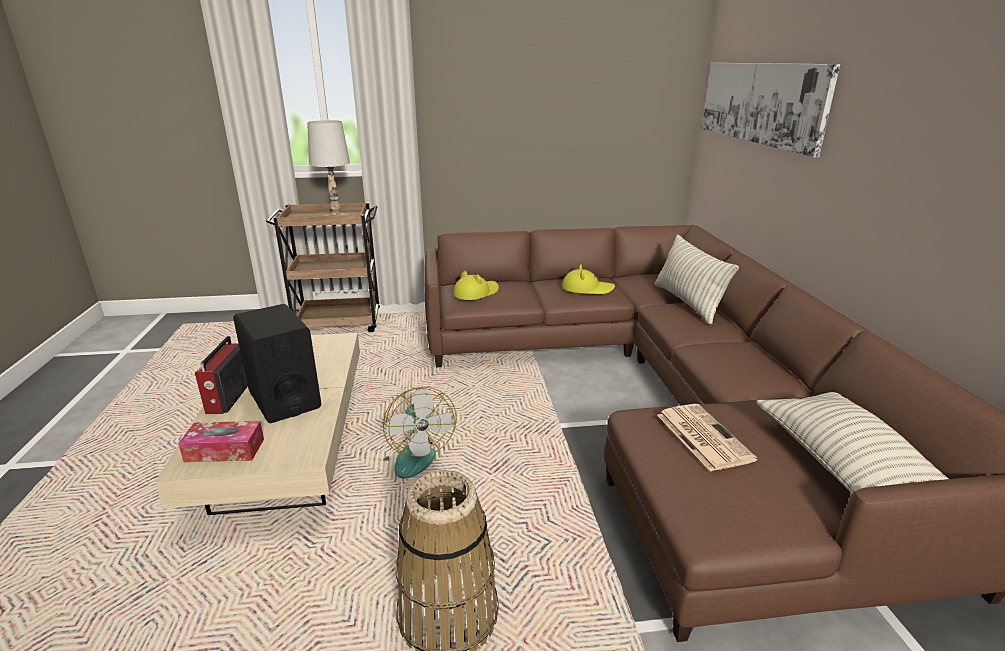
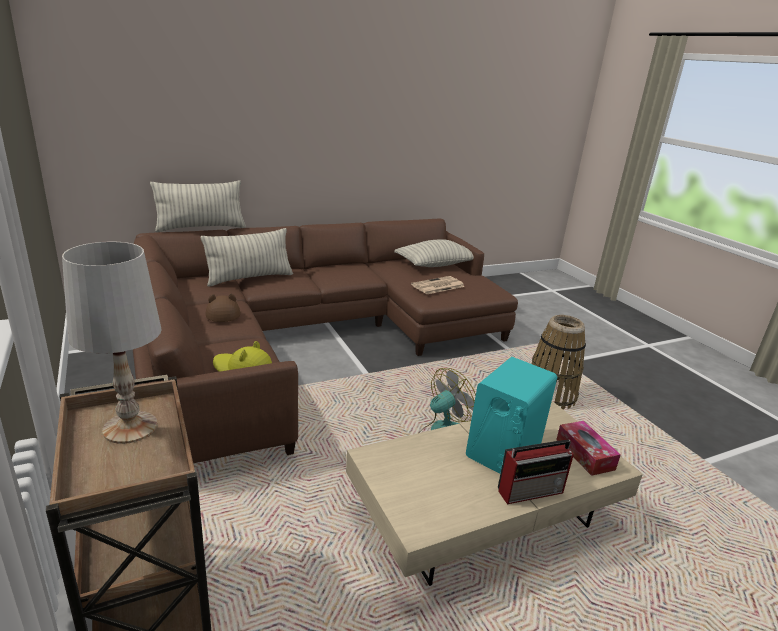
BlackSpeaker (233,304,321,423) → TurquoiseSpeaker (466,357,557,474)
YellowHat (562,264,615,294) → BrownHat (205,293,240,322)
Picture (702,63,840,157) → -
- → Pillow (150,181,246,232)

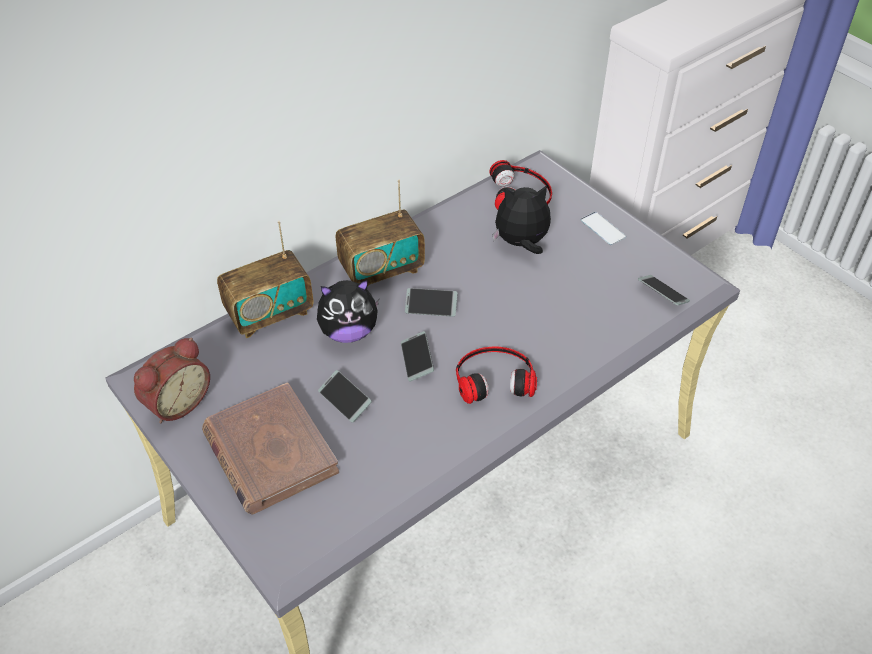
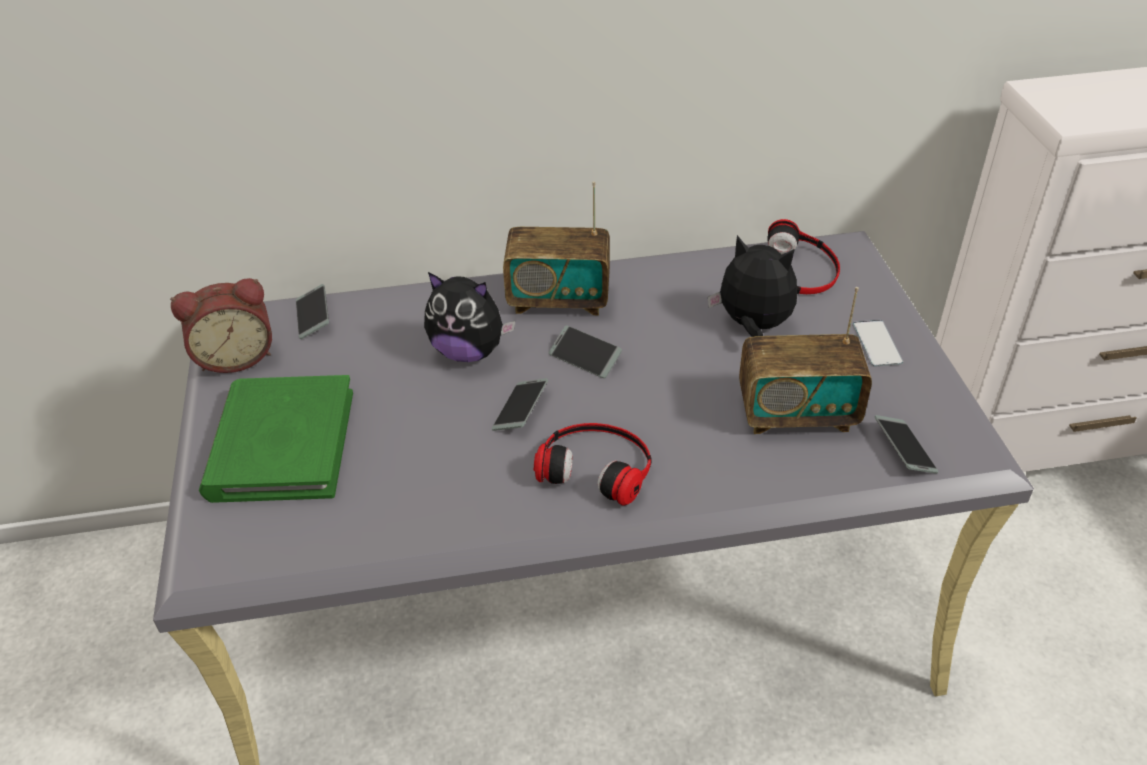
BrownBook (202,383,339,514) → GreenBook (199,375,353,503)
Radio (217,221,313,338) → Radio (739,287,872,434), moved
Phone (318,370,372,423) → Phone (296,284,329,339), moved

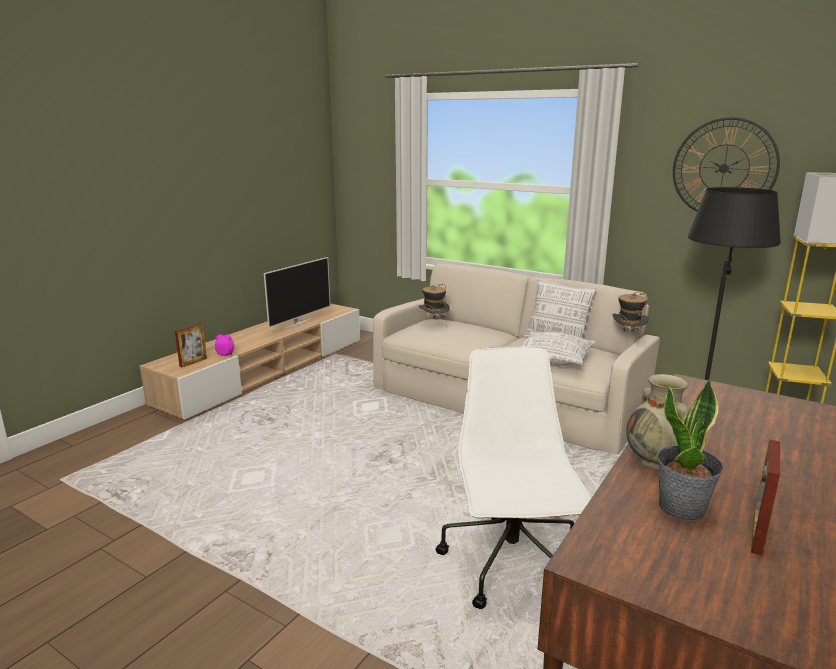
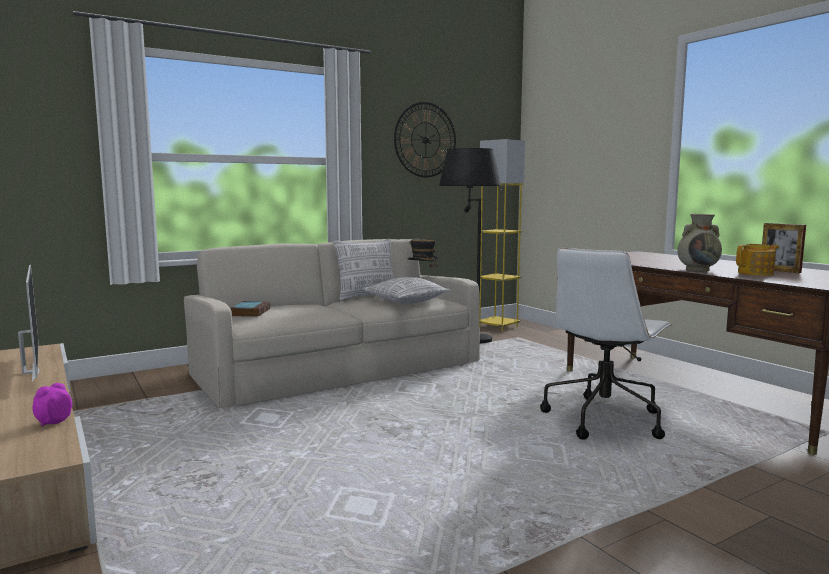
PictureFrame (175,324,207,367) → -
Hat (419,284,450,321) → Book (231,301,270,317)
WhiteOfficeChair (436,347,591,609) → WhiteOfficeChair (540,248,672,440), 75 degrees counterclockwise
PottedPlant (657,379,724,521) → Teapot (736,244,779,276)

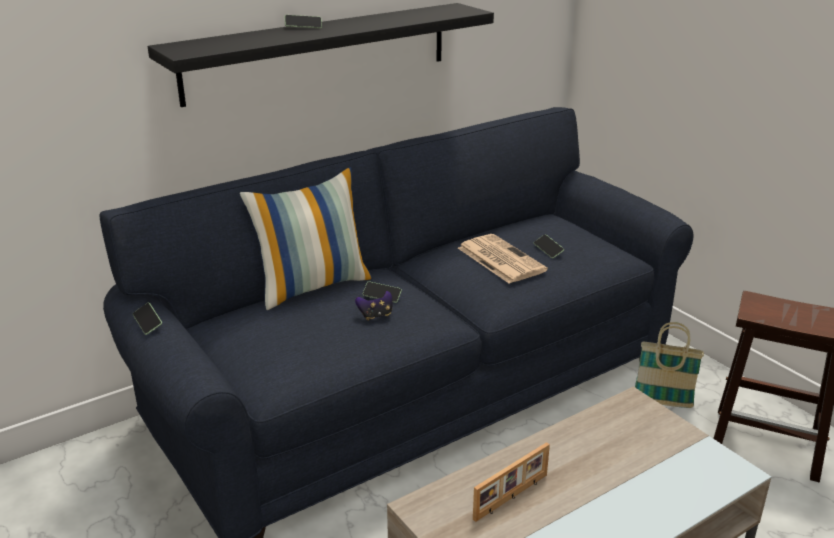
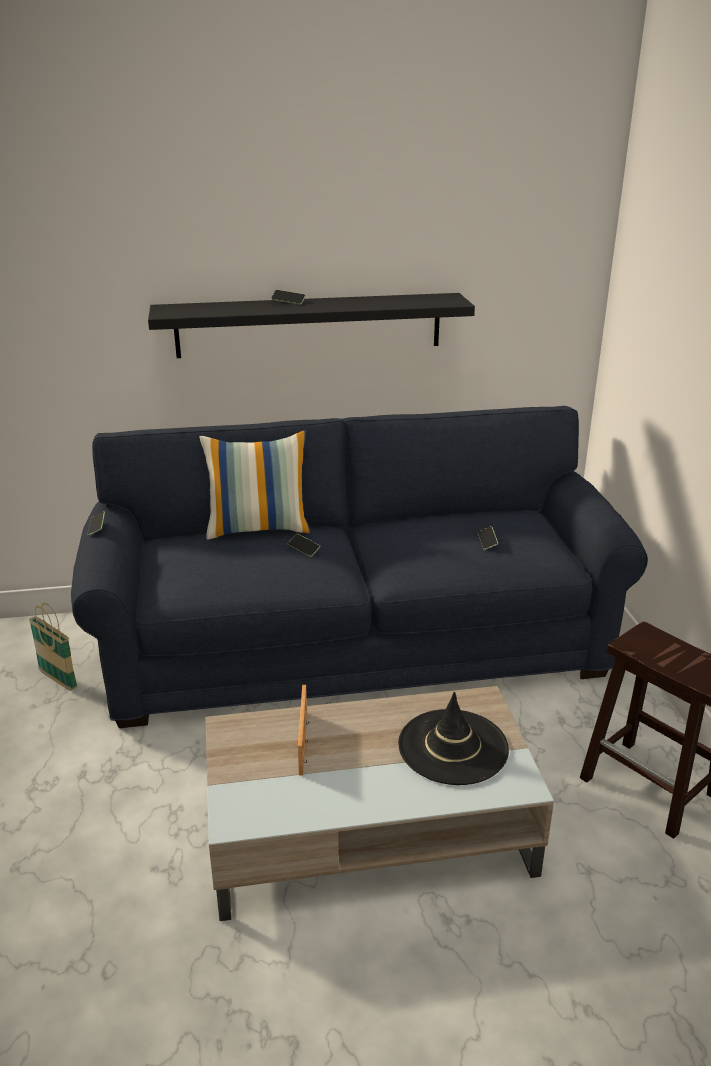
GameController (355,291,393,321) → -
Newspaper (458,234,548,284) → -
PictureFrame (473,442,550,522) → PictureFrame (298,685,308,776), 75 degrees counterclockwise
Basket (635,322,704,408) → Basket (29,603,78,691), moved
- → BlackHat (398,692,509,785)

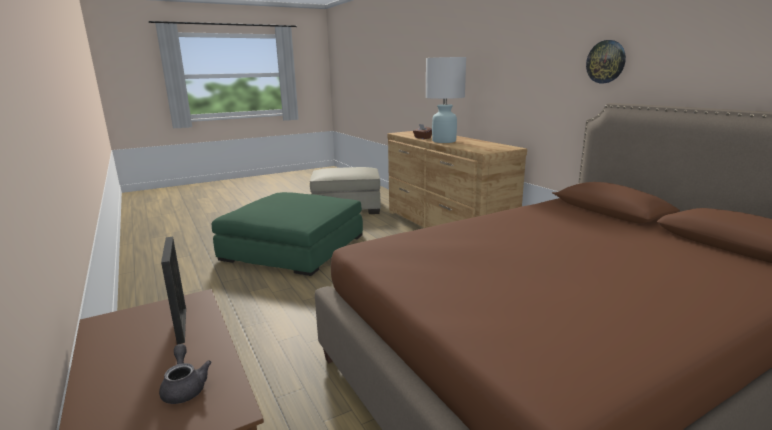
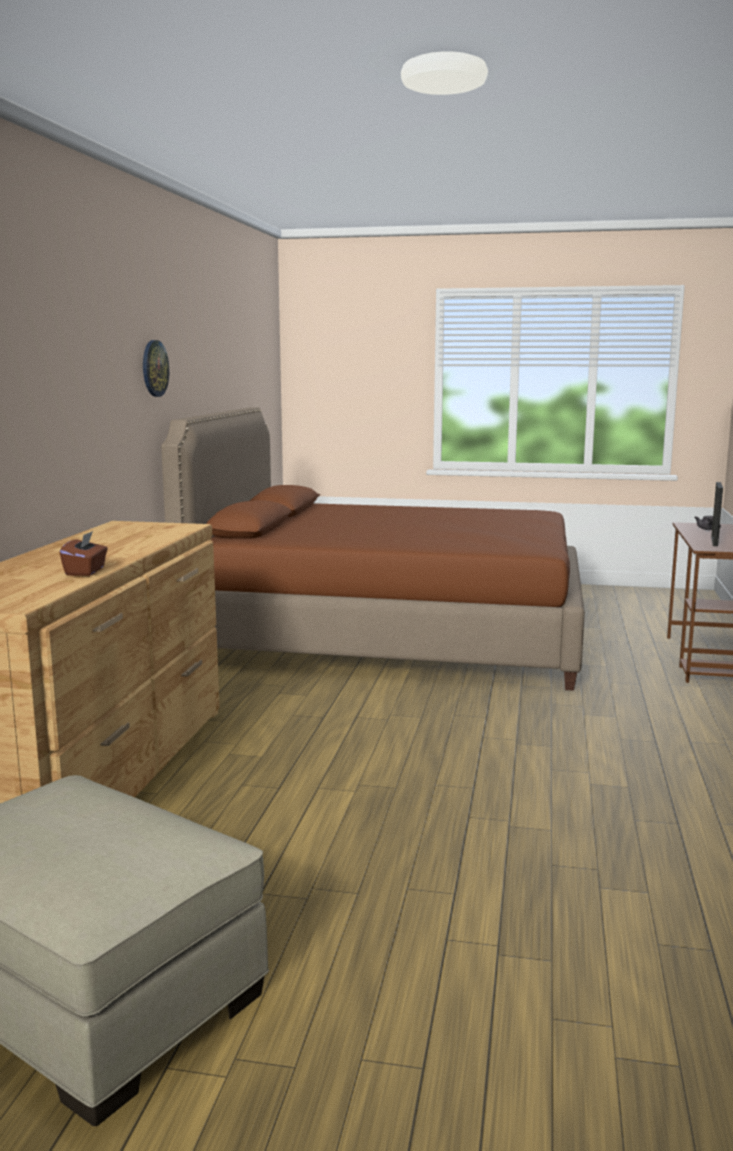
GreenOttoman (212,192,363,276) → -
WhiteTableLamp (426,57,466,143) → -

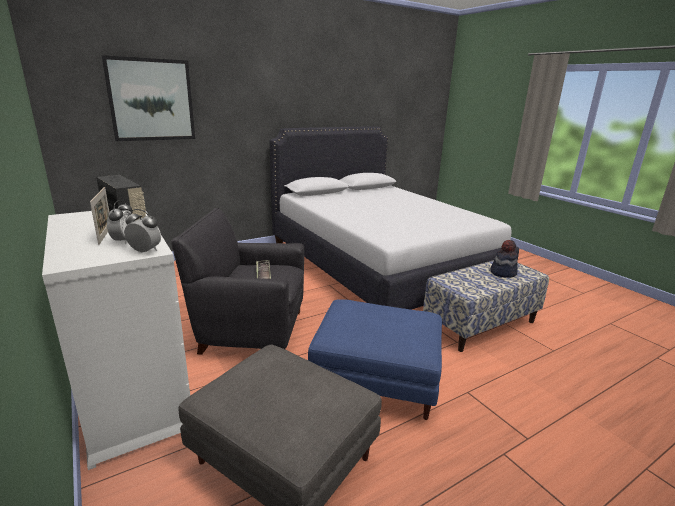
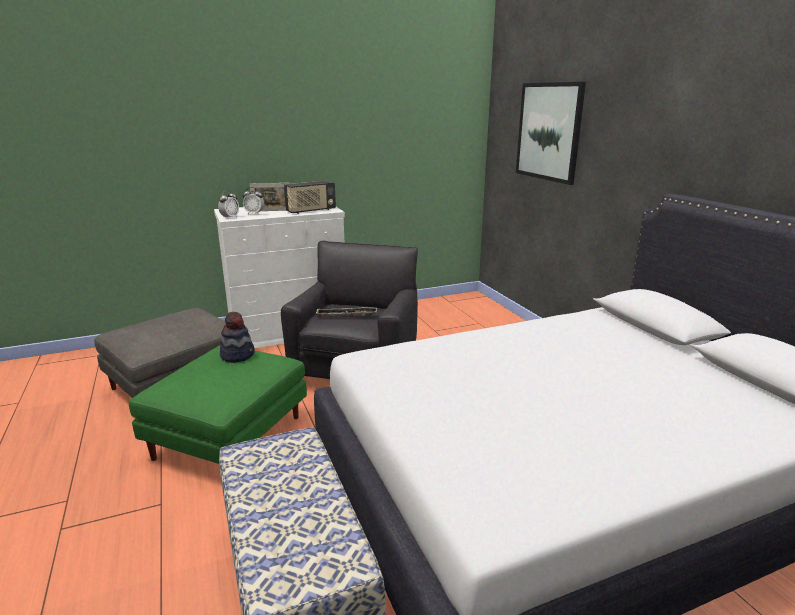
BlueOttoman (308,299,442,420) → GreenOttoman (129,345,307,464)
Hat (490,240,518,278) → Hat (220,311,255,363), moved

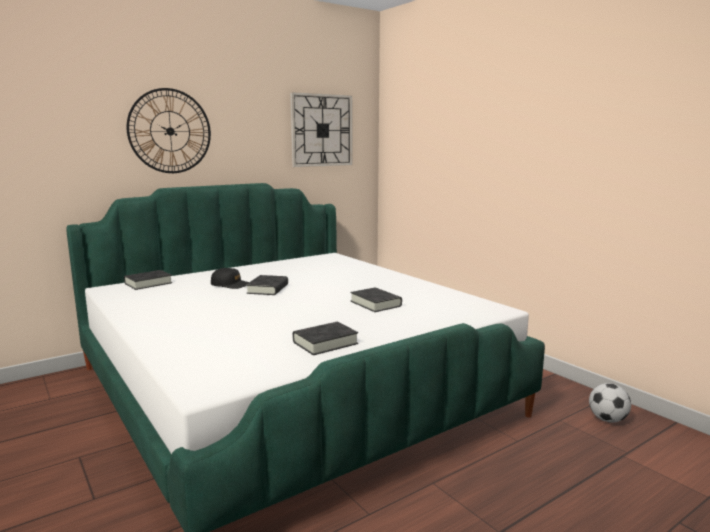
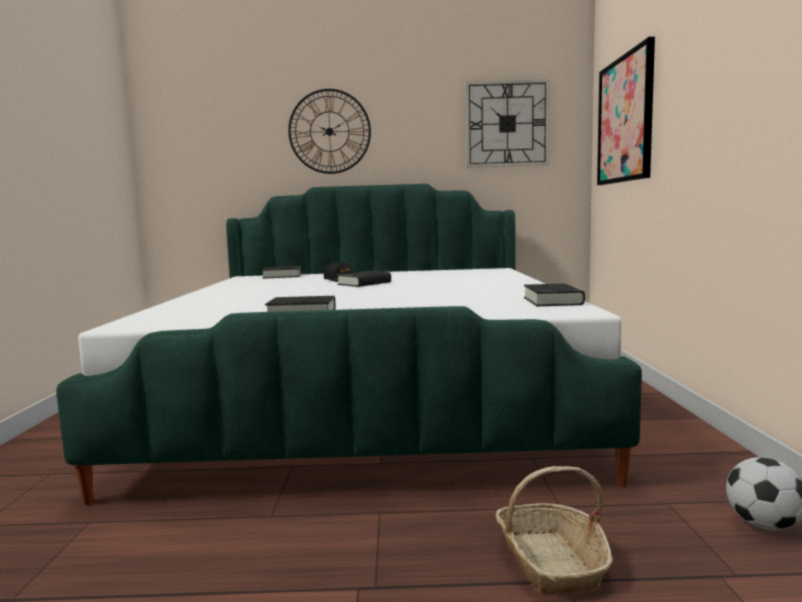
BlackBook (350,287,402,312) → BlackBook (524,284,585,306), moved
- → Basket (496,466,613,594)
- → Picture (597,37,655,185)

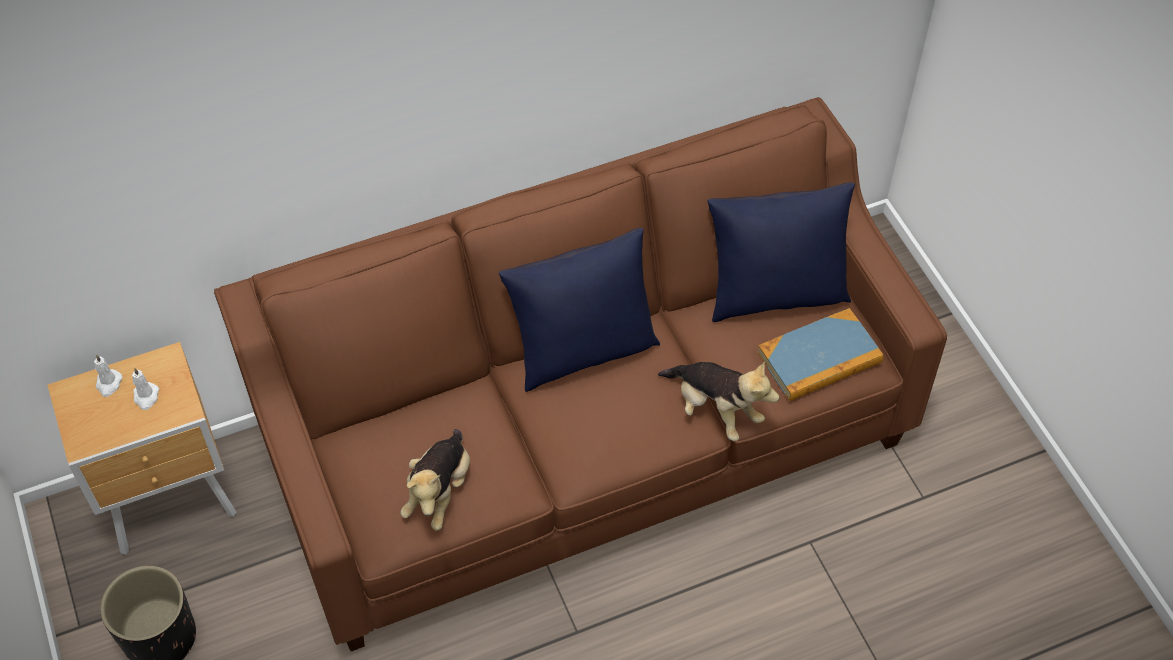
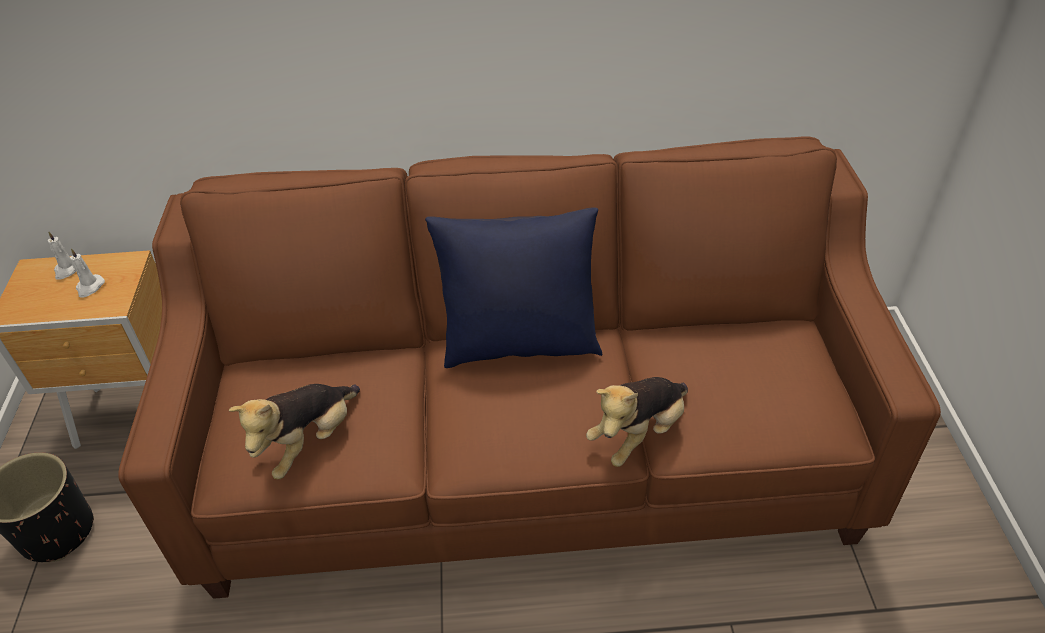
PlushToy (658,362,780,441) → PlushToy (586,377,688,467), 75 degrees clockwise
BluePillow (707,182,855,322) → -
Book (757,308,884,401) → -

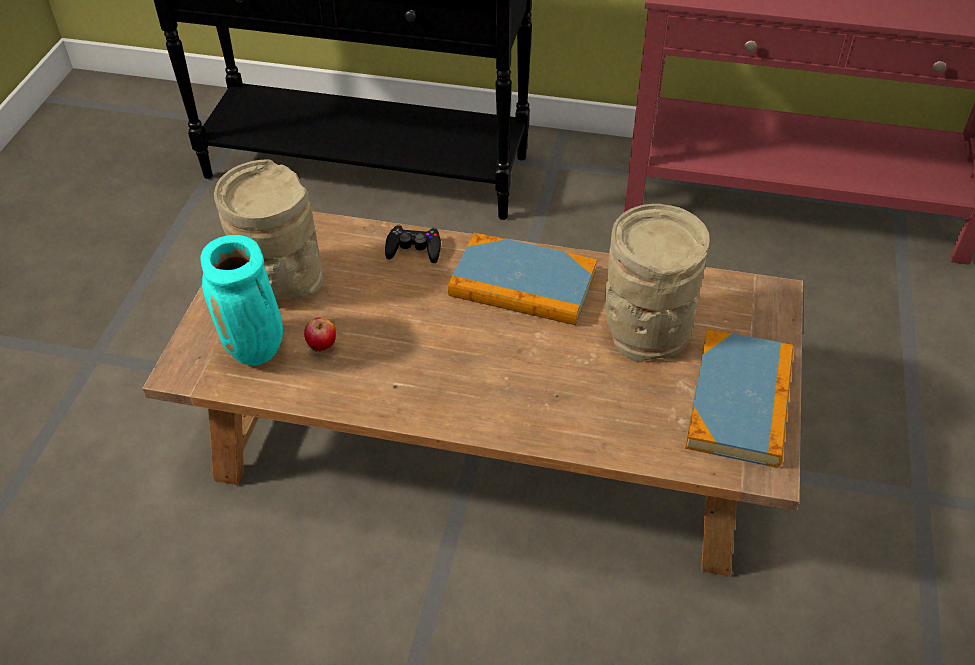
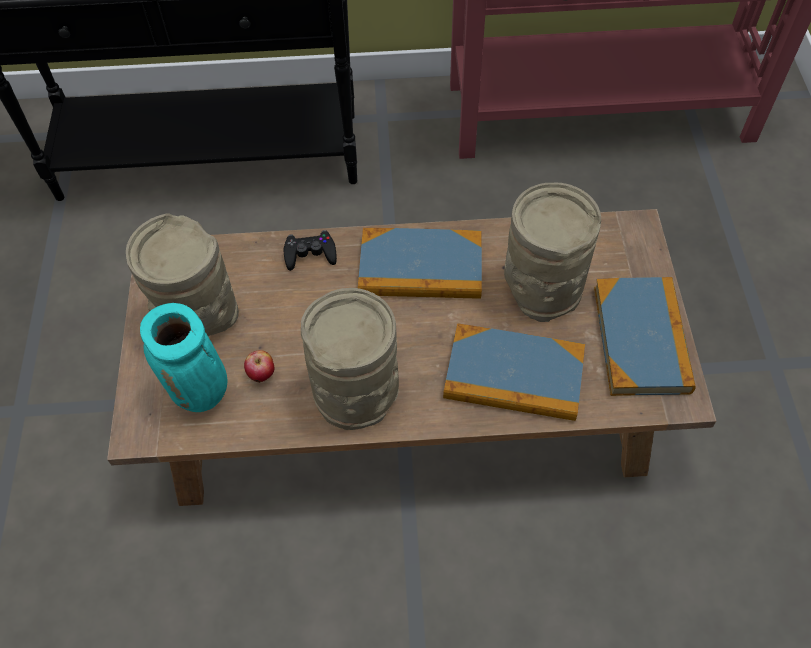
- → BeigeVase (301,288,399,430)
- → Book (443,323,585,421)

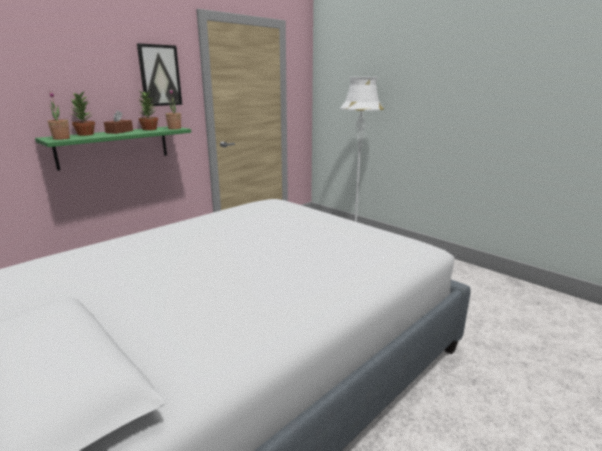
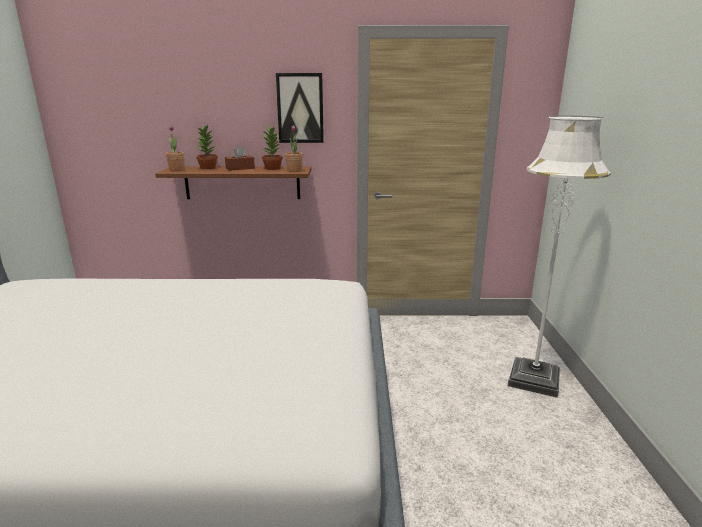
GreenShelf (35,127,191,171) → BrownShelf (155,167,312,199)

